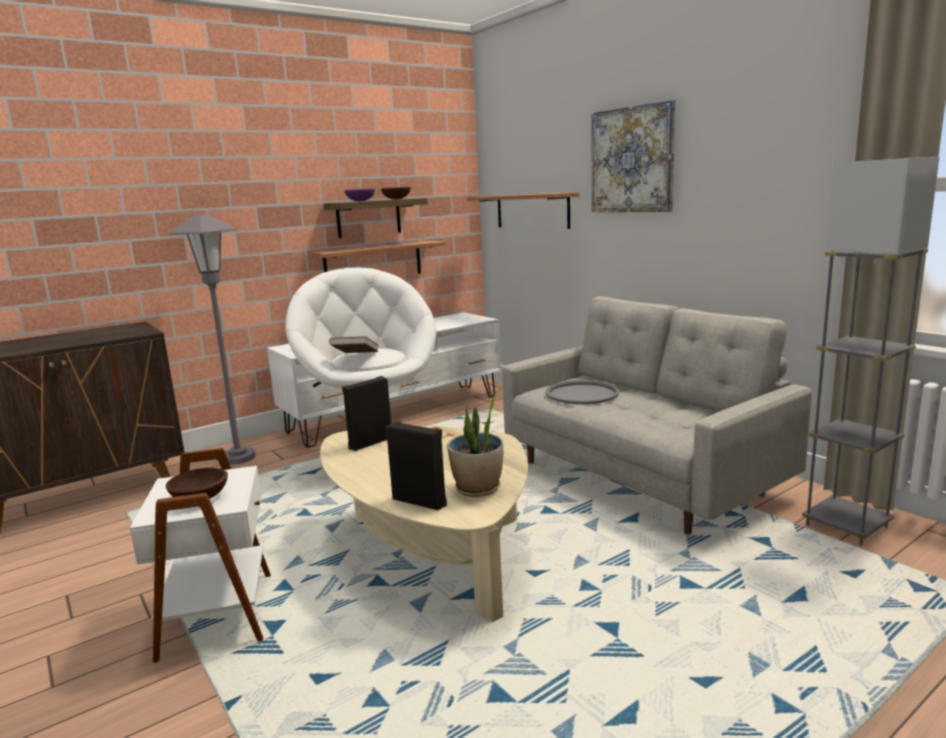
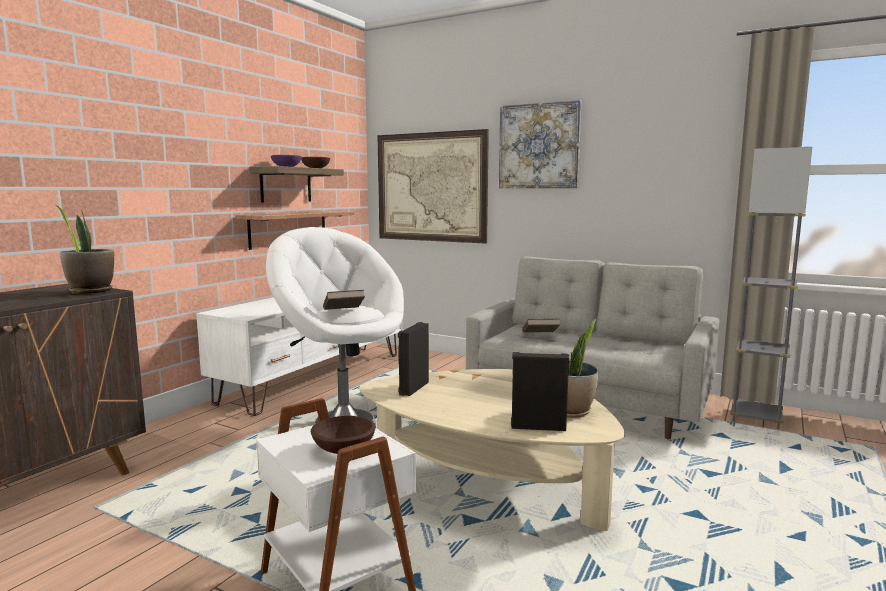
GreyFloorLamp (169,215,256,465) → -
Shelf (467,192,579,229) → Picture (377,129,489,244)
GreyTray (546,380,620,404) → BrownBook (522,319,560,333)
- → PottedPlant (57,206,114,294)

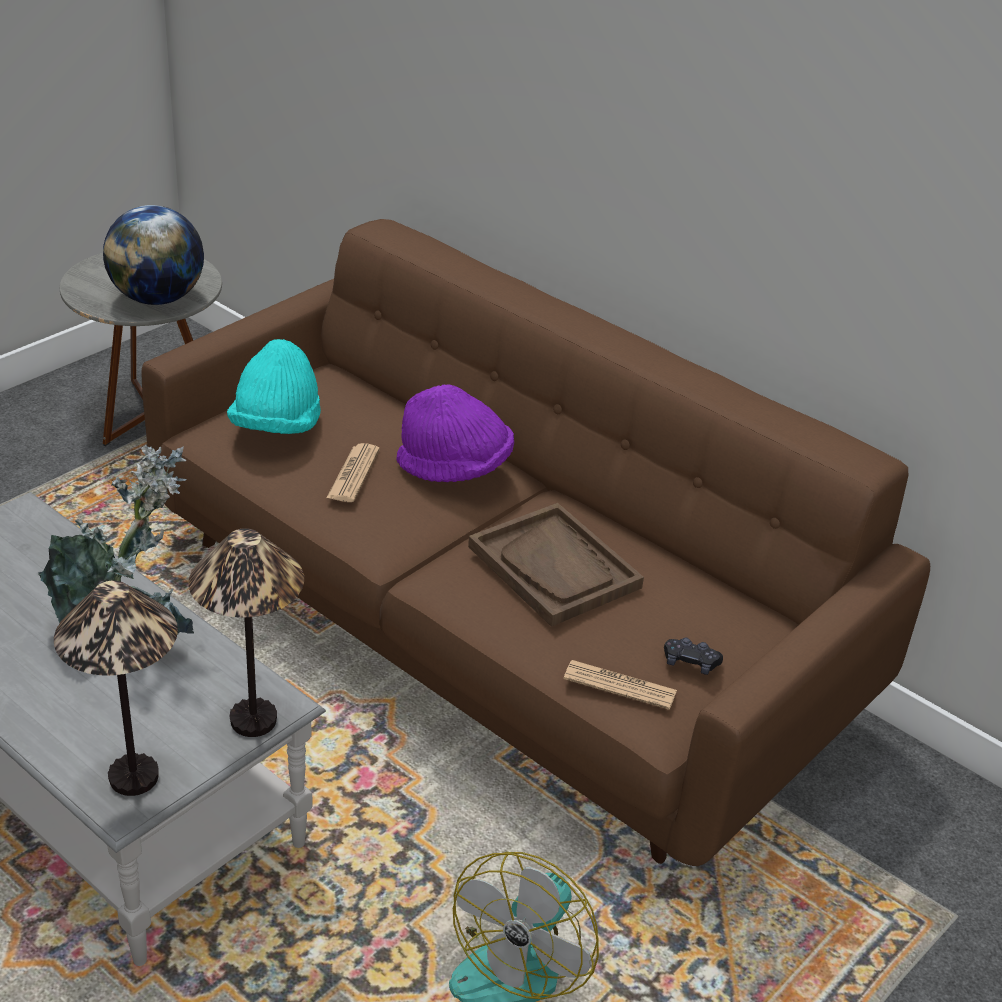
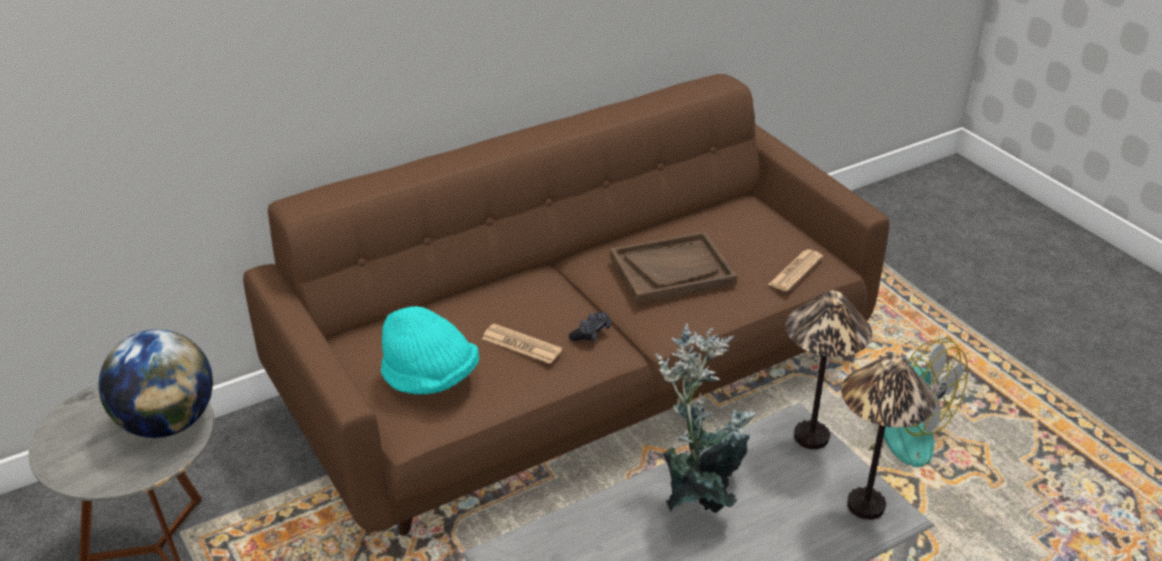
PurpleHat (396,385,514,482) → -
BlackGameController (664,638,723,675) → BlackGameController (569,312,611,342), moved

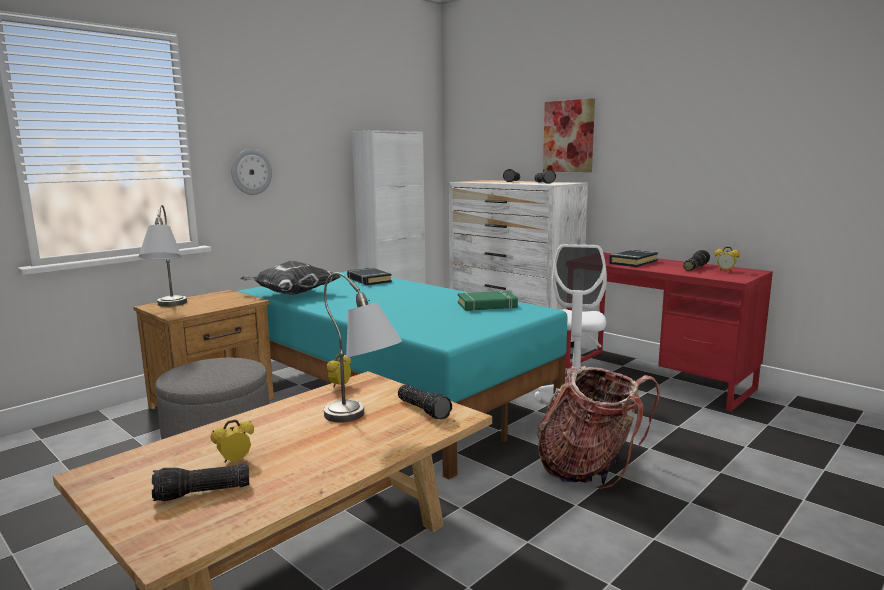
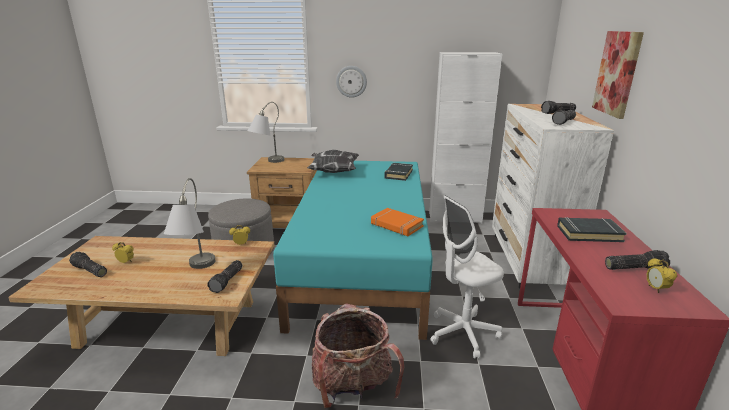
GreenBook (458,291,518,311) → OrangeBook (371,208,424,236)

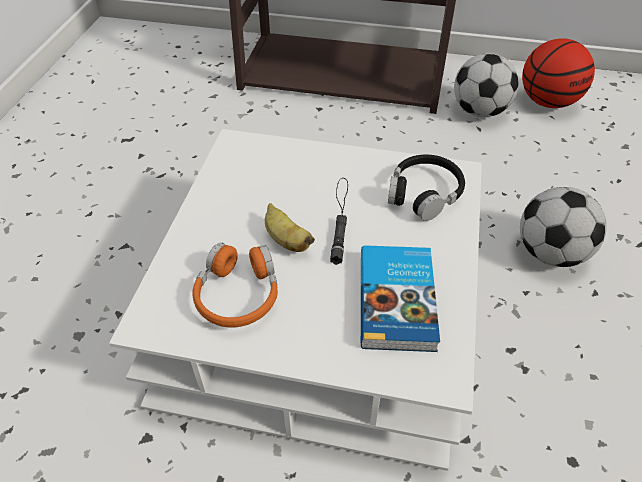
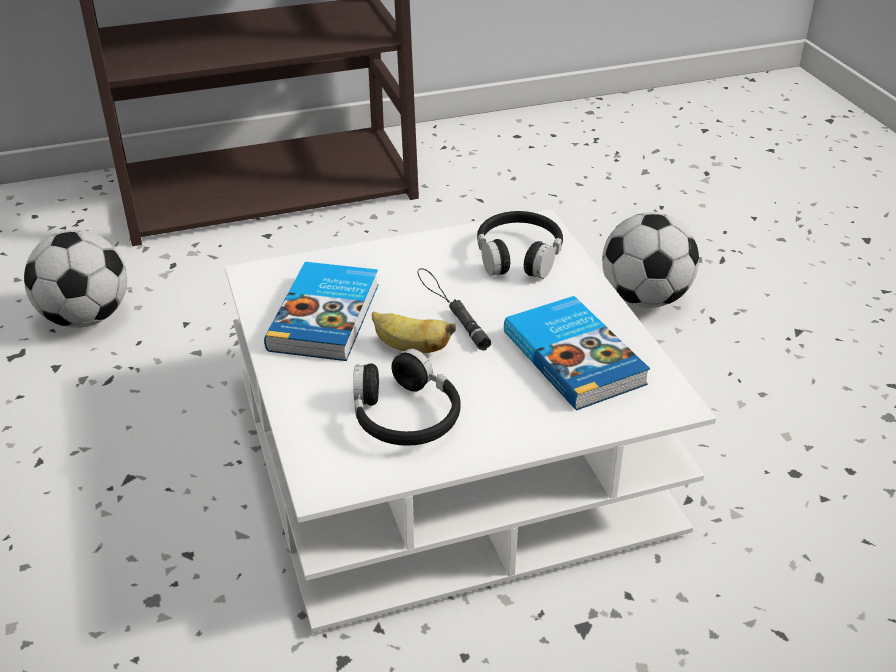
OrangeHeadphones (192,242,278,327) → BlackHeadphones (353,349,461,446)
Football (454,53,519,117) → Football (24,230,127,328), moved
Basketball (522,38,595,108) → -
- → Book (264,262,379,361)

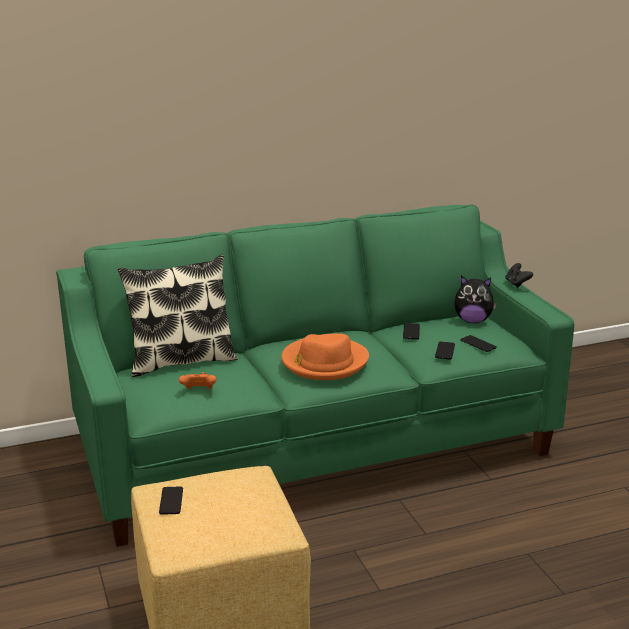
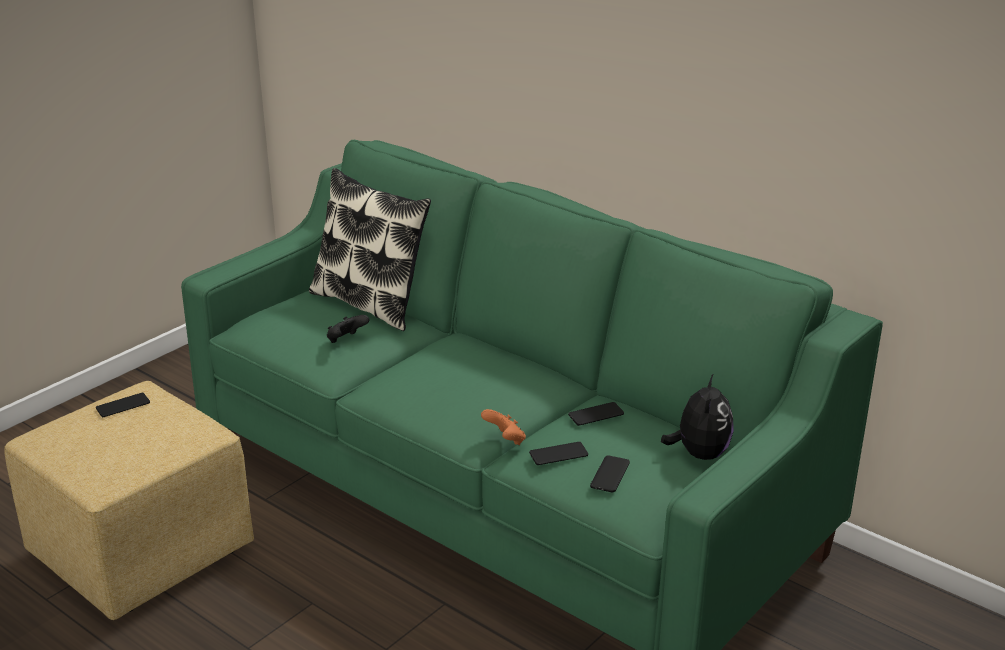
OrangeGameController (179,372,216,389) → OrangeGameController (481,409,526,445), moved
OrangeHat (281,333,369,380) → -
PlushToy (454,276,497,323) → PlushToy (661,373,734,460), 150 degrees counterclockwise
BlackGameController (505,263,533,288) → BlackGameController (327,315,369,343), moved

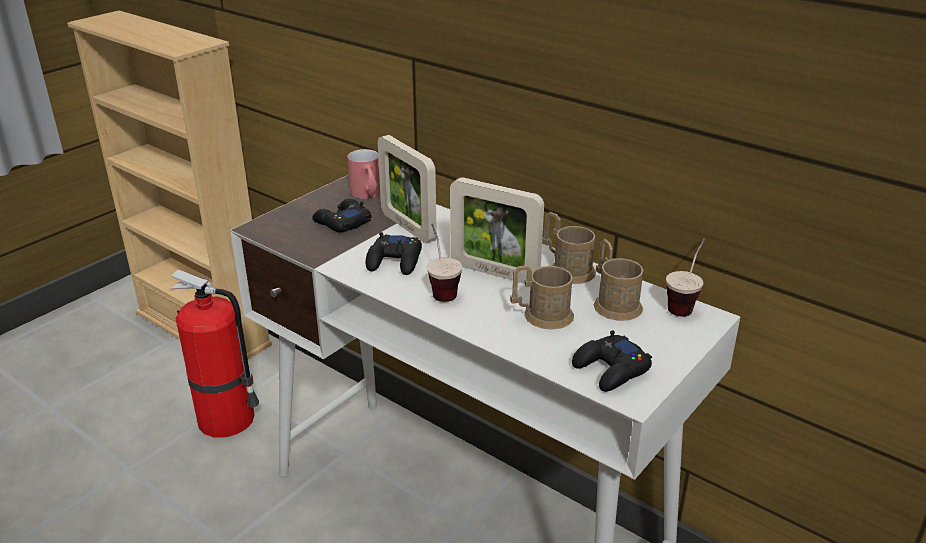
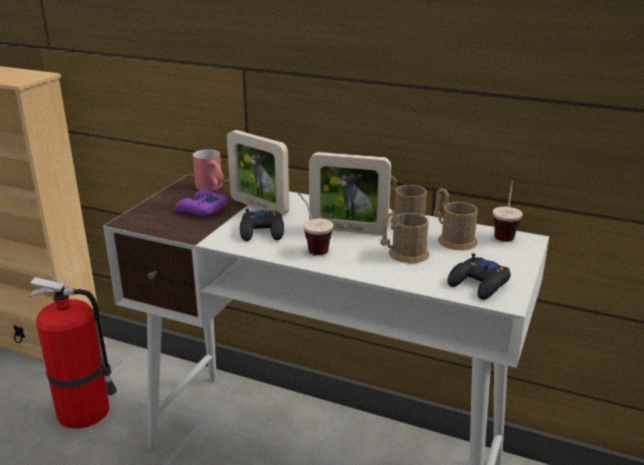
BlackGameController (312,199,371,233) → PurpleGameController (175,189,227,216)

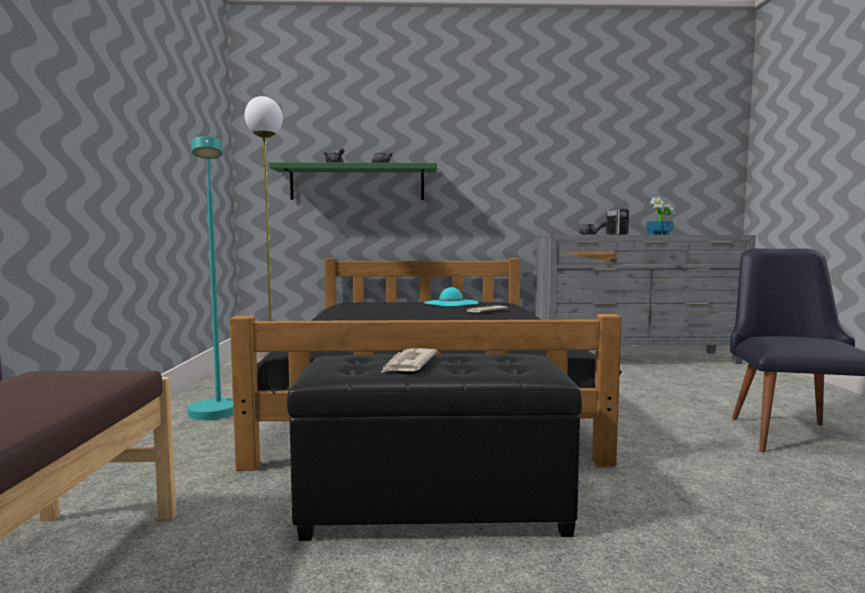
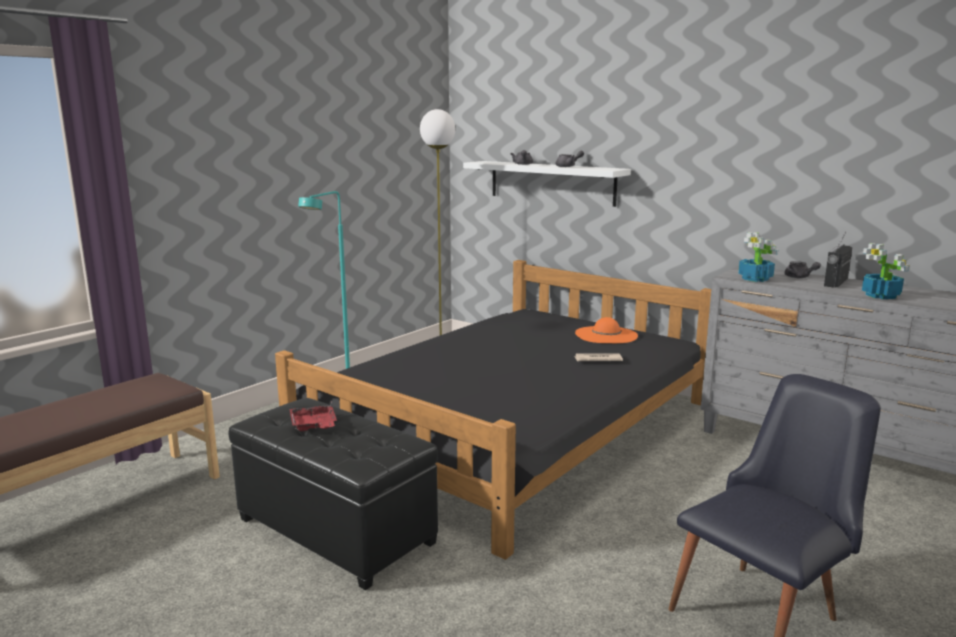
GreenShelf (269,162,437,200) → WhiteShelf (463,161,631,207)
Newspaper (381,348,438,373) → RedTray (289,401,337,431)
TurquoiseHat (423,287,478,306) → OrangeHat (575,317,638,343)
- → PottedPlant (738,232,778,282)

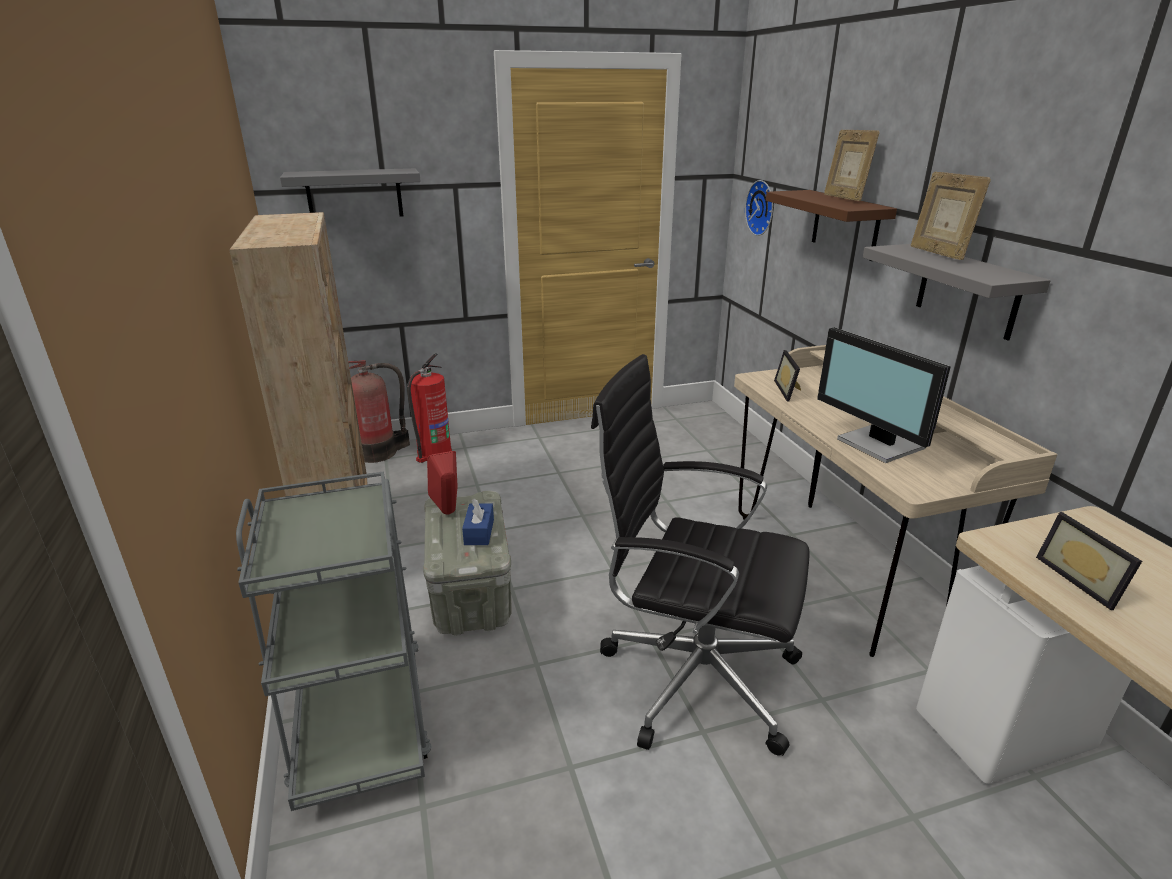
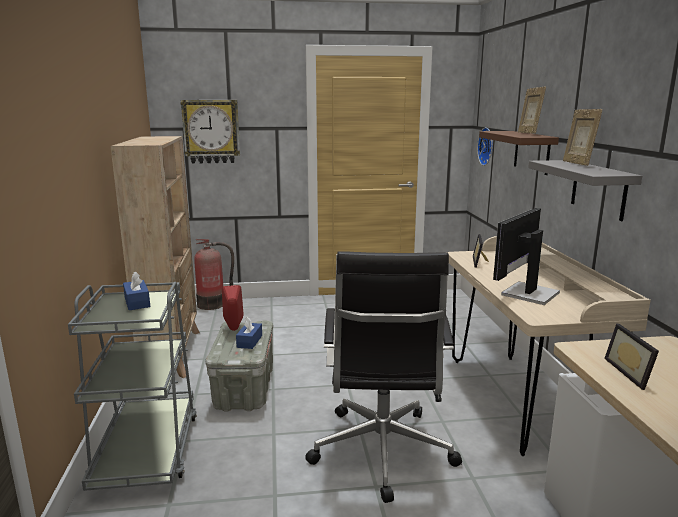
GreyShelf (280,168,421,217) → WallClock (180,100,240,164)
FireExtinguisher (407,353,452,463) → -
BlackOfficeChair (591,354,810,756) → BlackOfficeChair (305,251,462,503), 120 degrees counterclockwise
Monitor (817,327,951,463) → Monitor (493,208,560,305), 60 degrees clockwise
- → BlueTissueBox (123,271,150,310)

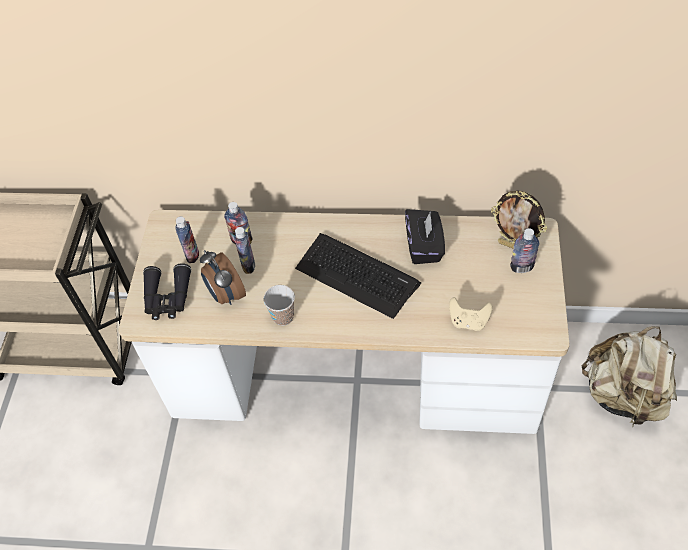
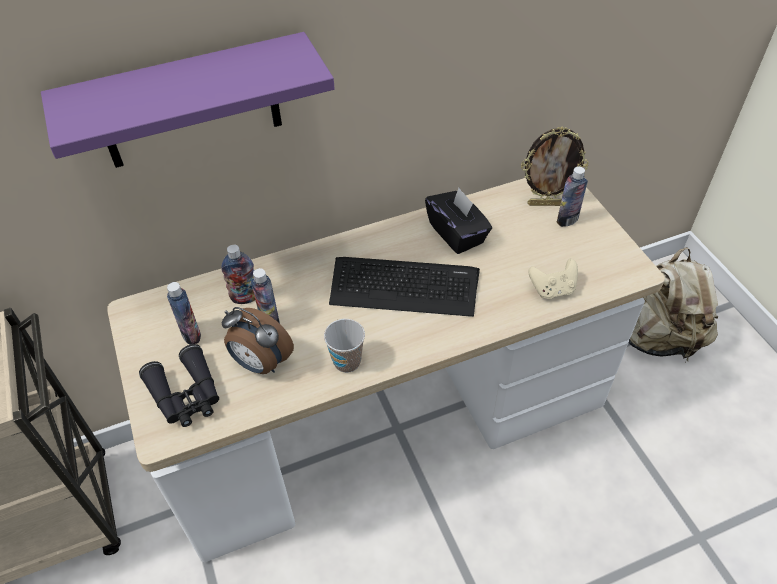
- → PurpleShelf (41,32,335,168)

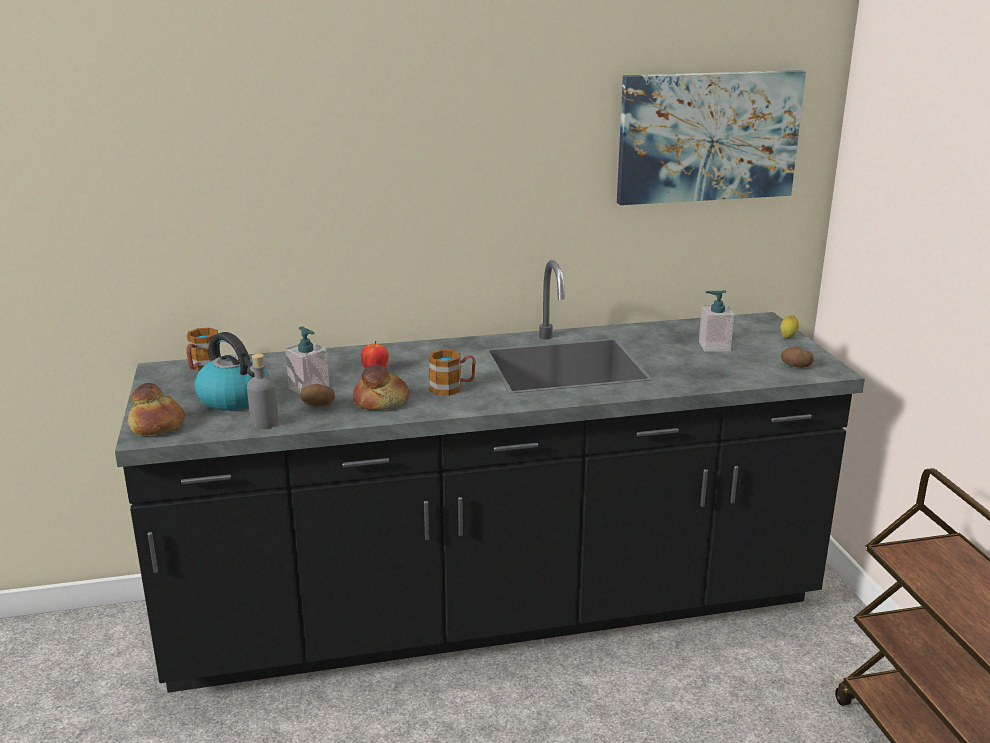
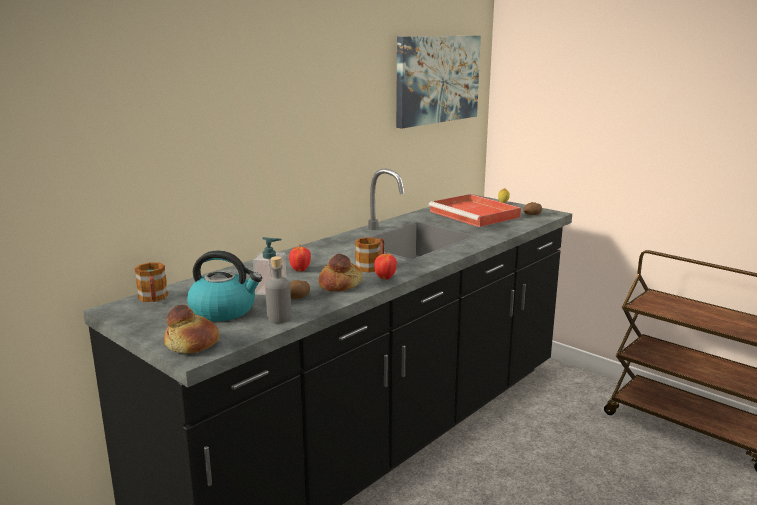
SoapDispenser (699,290,734,352) → RedTray (429,194,521,227)
- → Apple (374,254,397,280)

